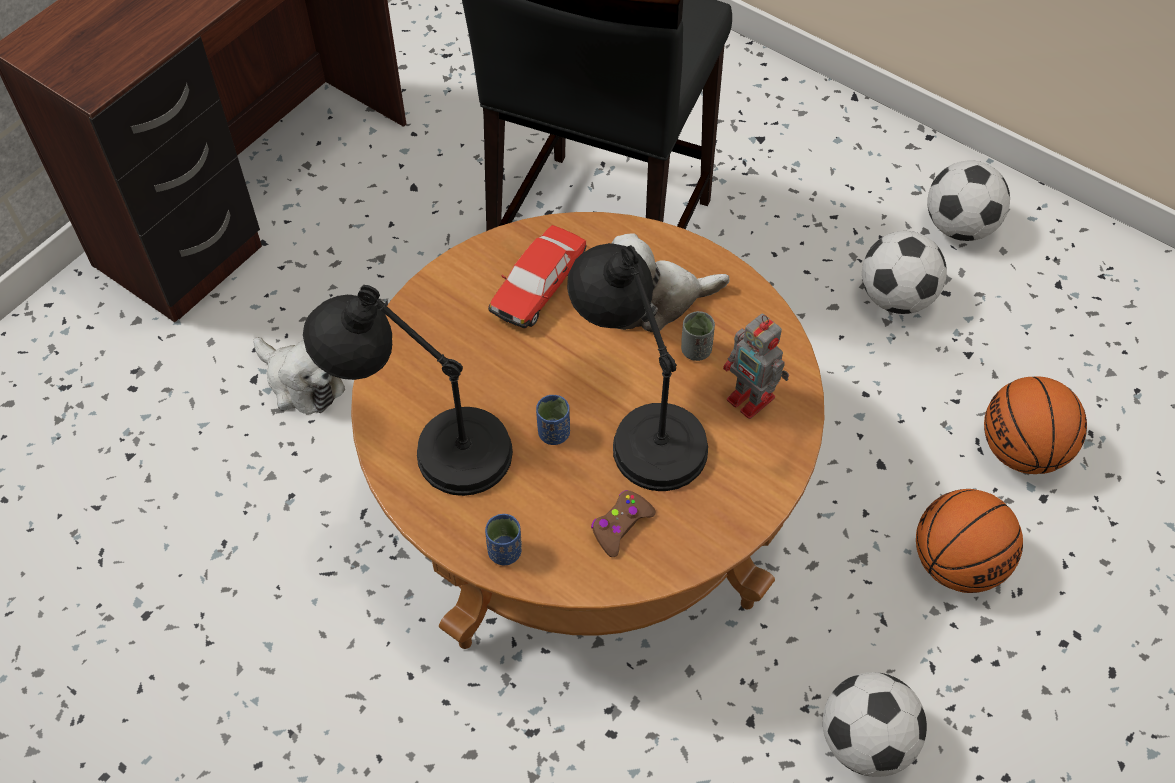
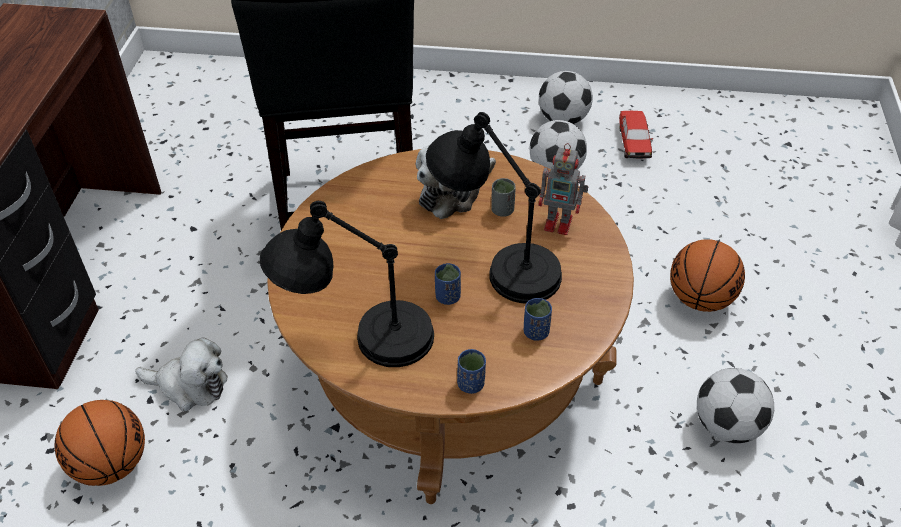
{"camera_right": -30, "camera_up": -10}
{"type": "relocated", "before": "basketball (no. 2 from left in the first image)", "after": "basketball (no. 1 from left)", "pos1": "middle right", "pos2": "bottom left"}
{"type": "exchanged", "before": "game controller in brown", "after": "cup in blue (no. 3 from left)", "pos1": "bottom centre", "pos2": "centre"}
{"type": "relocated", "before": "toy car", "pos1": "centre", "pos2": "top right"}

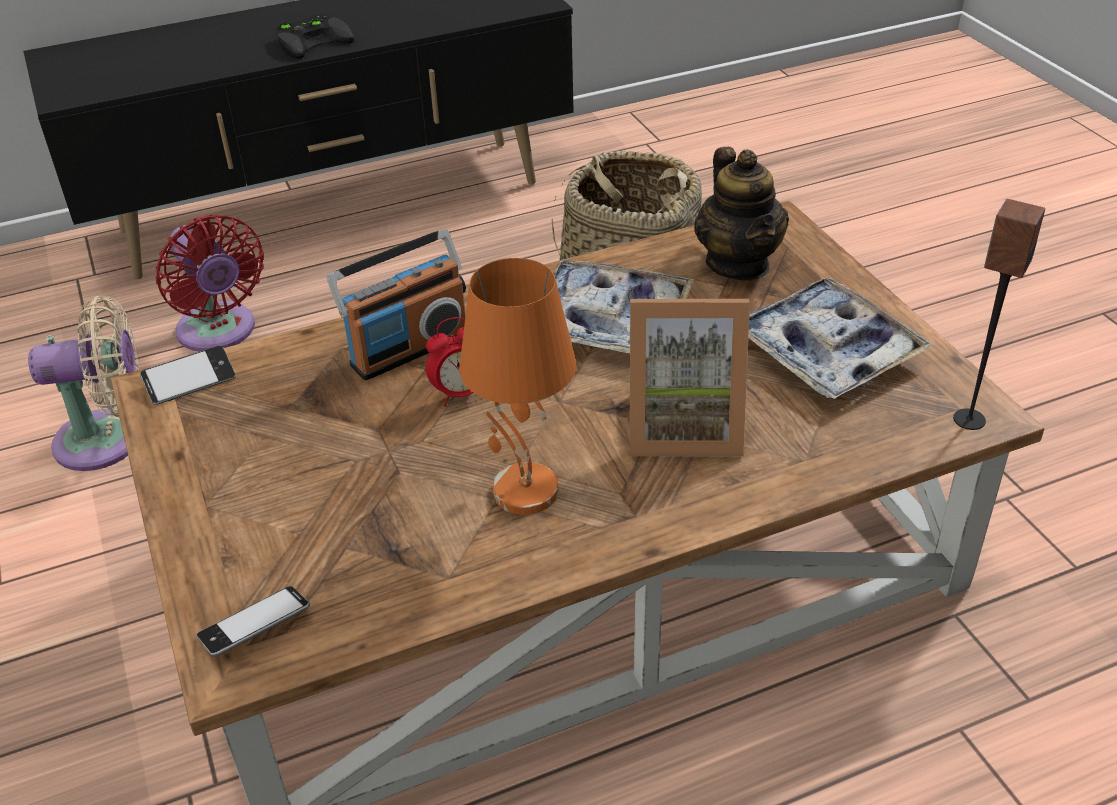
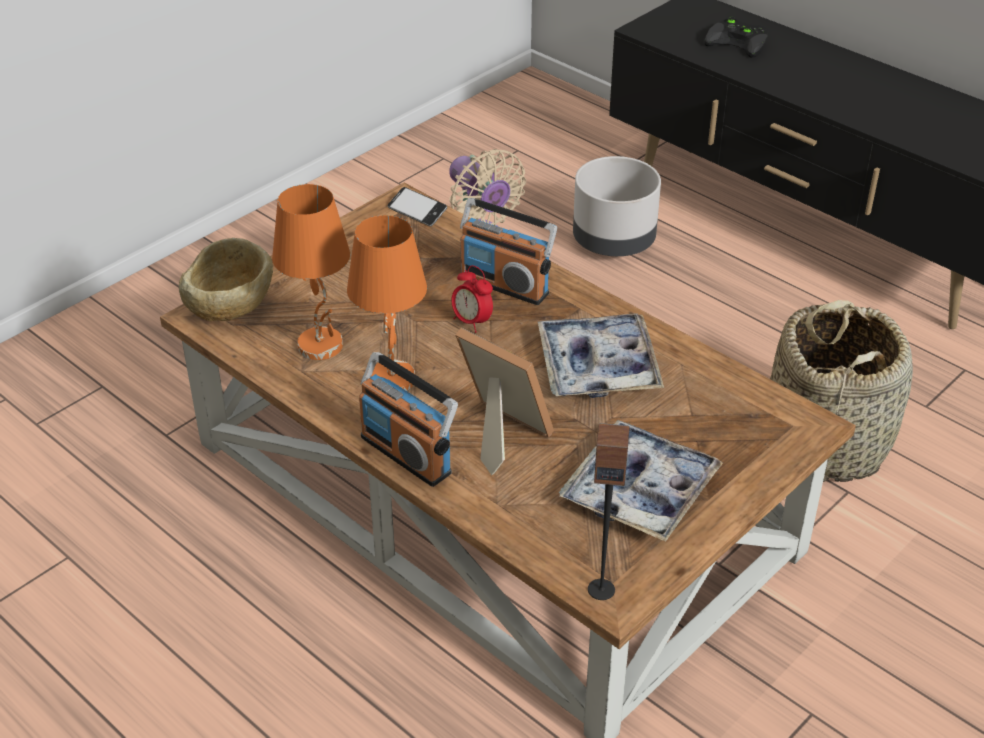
{"camera_right": 65, "camera_up": 0}
{"type": "exchanged", "before": "phone (no. 2 from left)", "after": "bowl in beige", "pos1": "bottom left", "pos2": "middle left"}
{"type": "appeared", "after": "table lamp in orange (no. 1 from left)", "pos2": "middle left"}
{"type": "appeared", "after": "radio (no. 1 from left)", "pos2": "centre"}
{"type": "spun", "before": "picture frame", "pos1": "centre", "pos2": "centre", "turn": 150}
{"type": "exchanged", "before": "fan in red", "after": "planter in grey", "pos1": "middle left", "pos2": "top centre"}
{"type": "relocated", "before": "game controller in black", "pos1": "top left", "pos2": "top right"}
{"type": "missing", "before": "teapot", "pos1": "top centre"}

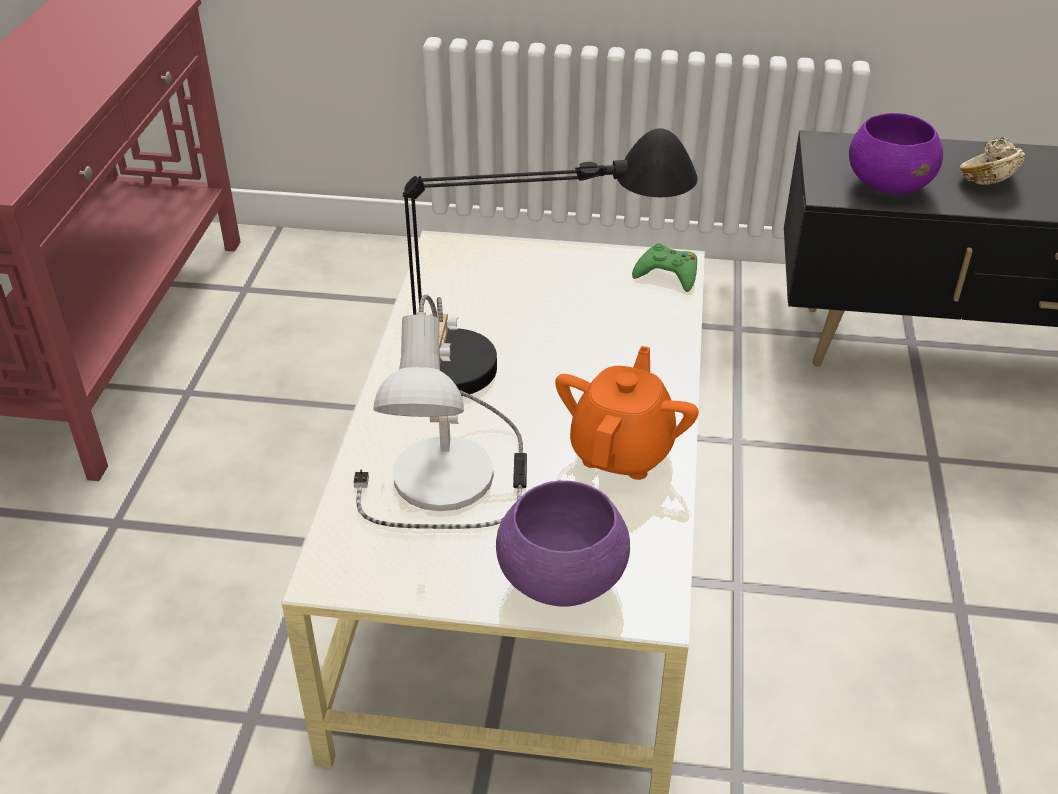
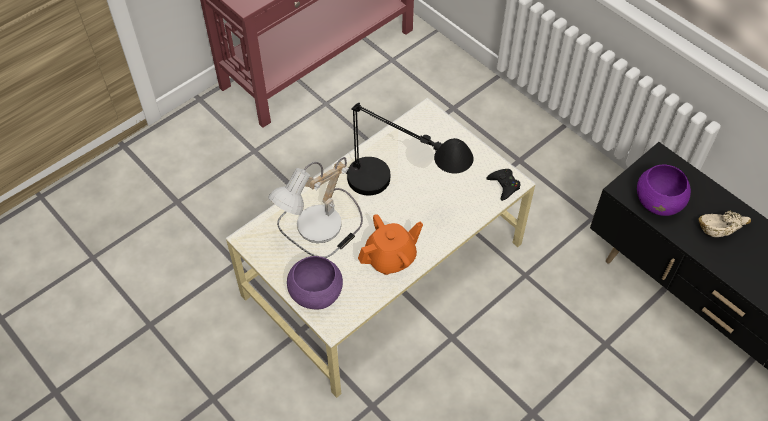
{"camera_right": 40, "camera_up": 15}
{"type": "colour", "before": "game controller in green", "after": "game controller in black", "pos1": "centre", "pos2": "centre"}

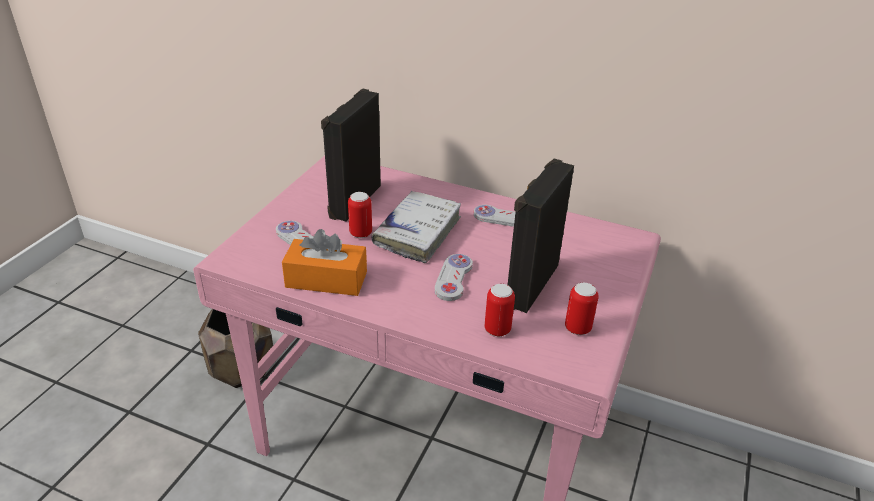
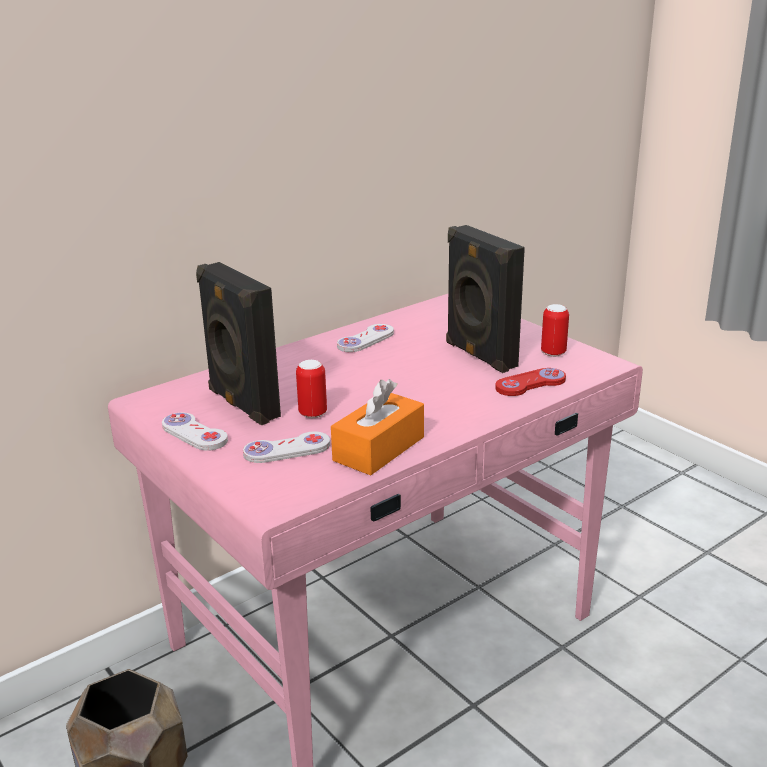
{"camera_right": -60, "camera_up": -10}
{"type": "relocated", "before": "game controller in white (no. 2 from left in the first image)", "after": "game controller in white (no. 1 from left)", "pos1": "centre", "pos2": "middle left"}
{"type": "exchanged", "before": "can (no. 2 from left)", "after": "game controller in red", "pos1": "centre", "pos2": "middle right"}
{"type": "missing", "before": "book in white", "pos1": "centre"}

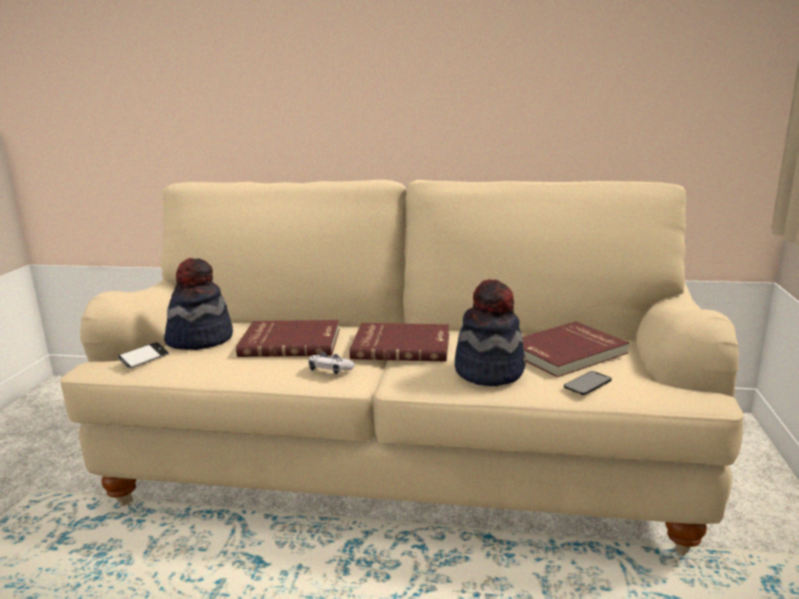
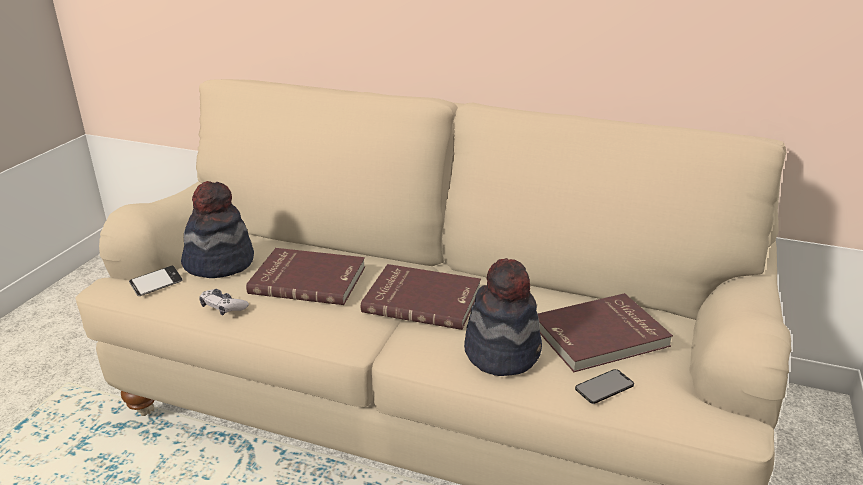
{"camera_right": 10, "camera_up": 10}
{"type": "relocated", "before": "game controller", "pos1": "centre", "pos2": "middle left"}

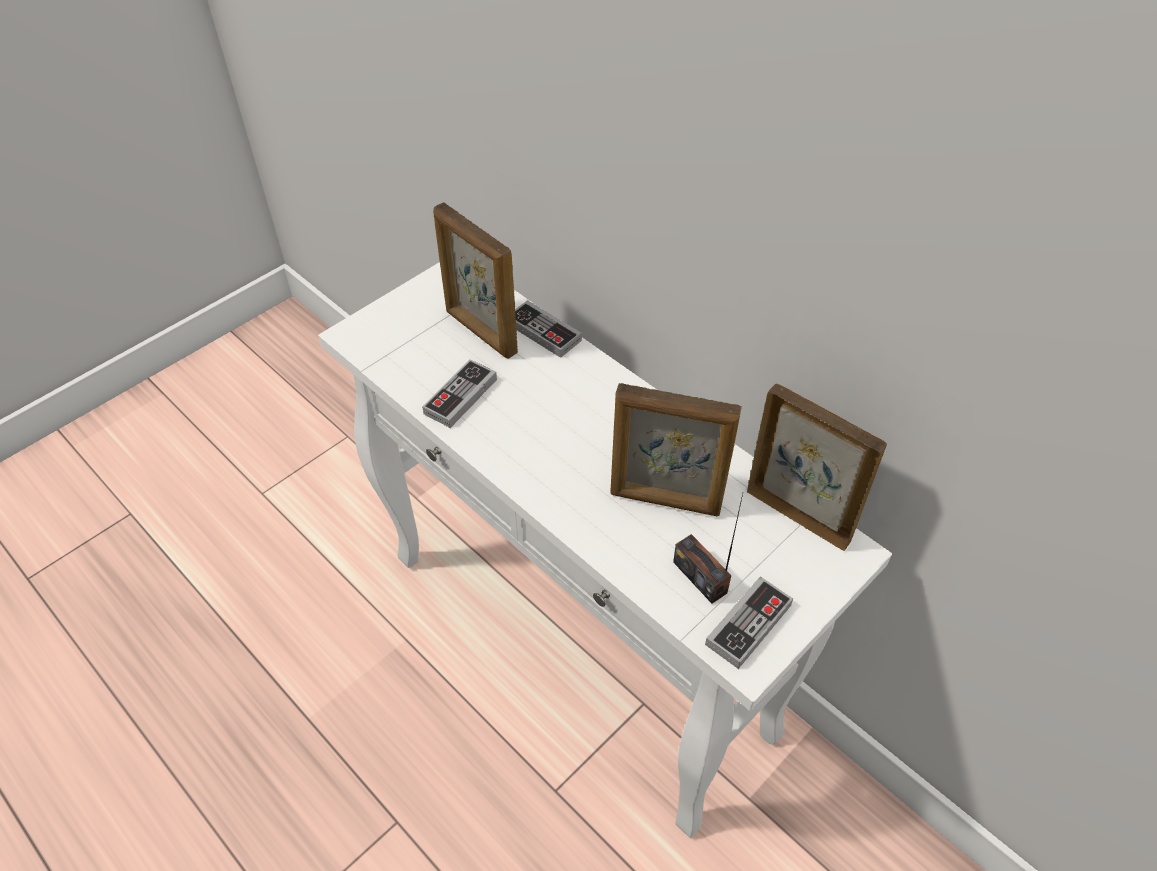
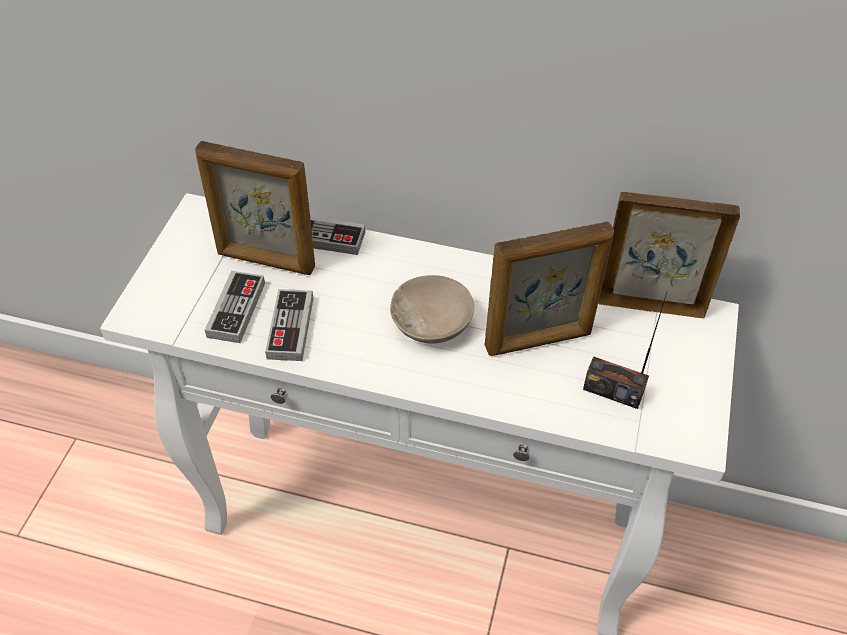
{"camera_right": -30, "camera_up": 0}
{"type": "relocated", "before": "game controller (no. 3 from left in the first image)", "after": "game controller (no. 1 from left)", "pos1": "bottom centre", "pos2": "middle left"}
{"type": "appeared", "after": "bowl in beige", "pos2": "centre"}

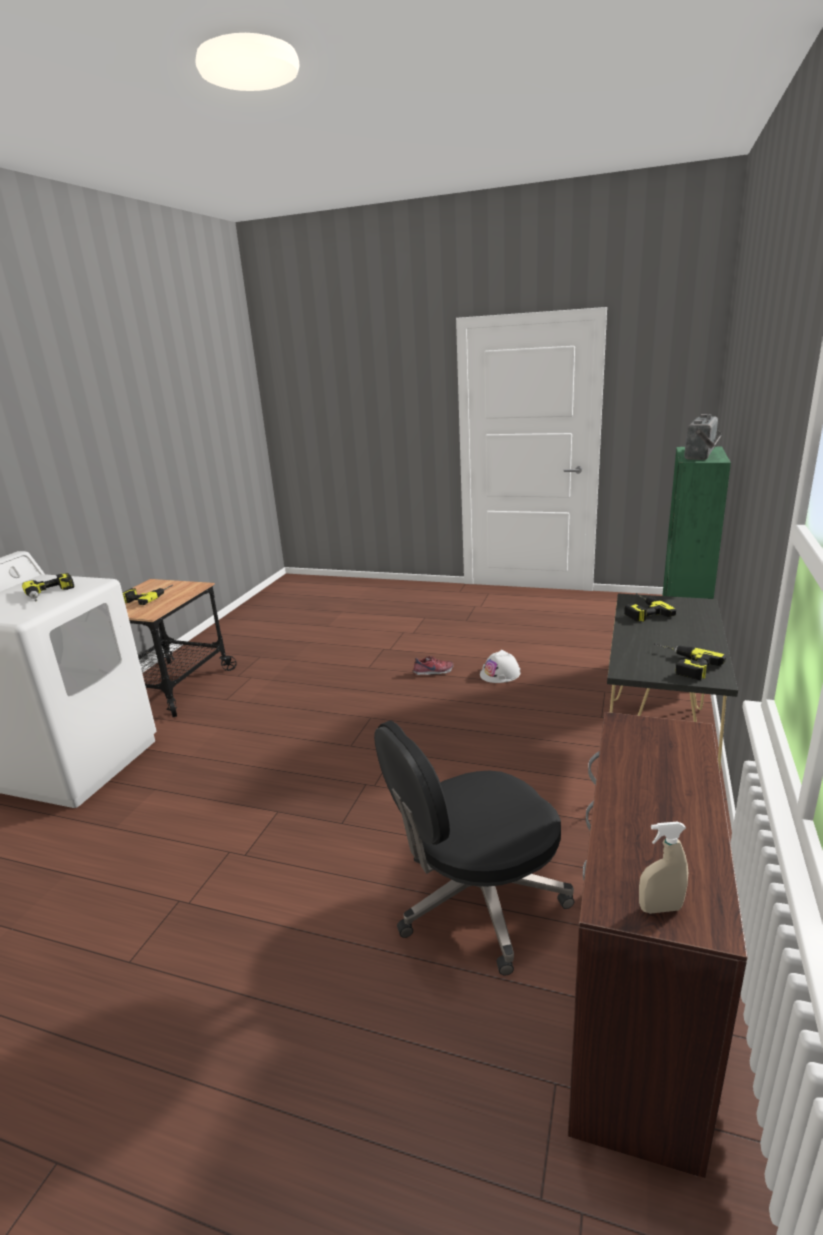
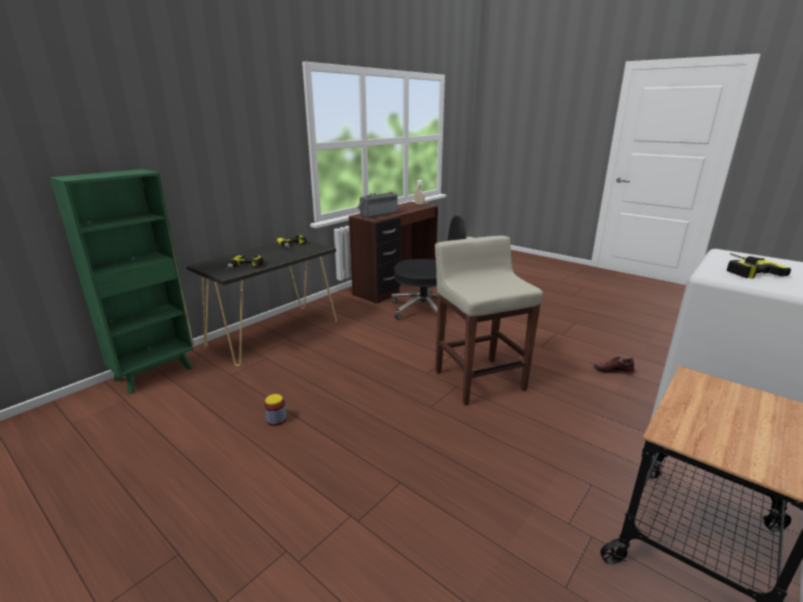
{"camera_right": -160, "camera_up": 0}
{"type": "exchanged", "before": "hard hat in white", "after": "jar", "pos1": "centre", "pos2": "bottom centre"}
{"type": "relocated", "before": "radio", "pos1": "middle right", "pos2": "centre"}
{"type": "appeared", "after": "stool in beige", "pos2": "centre"}
{"type": "relocated", "before": "shoe", "pos1": "centre", "pos2": "middle right"}
{"type": "missing", "before": "power drill (no. 2 from left)", "pos1": "middle left"}

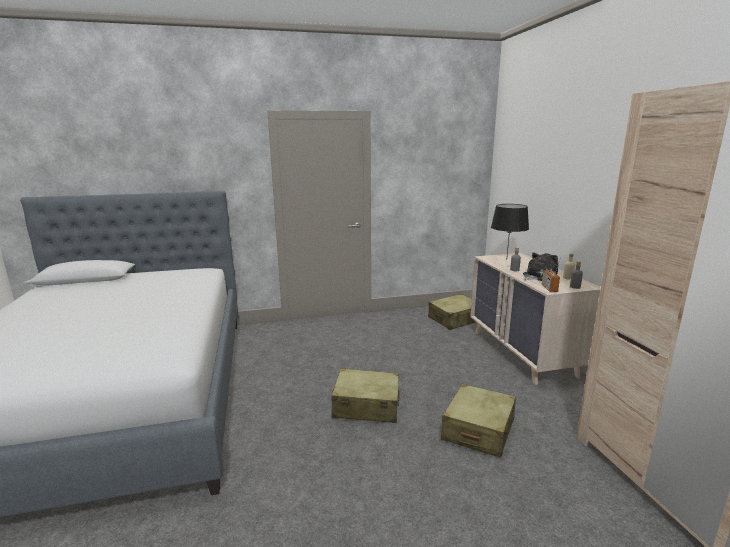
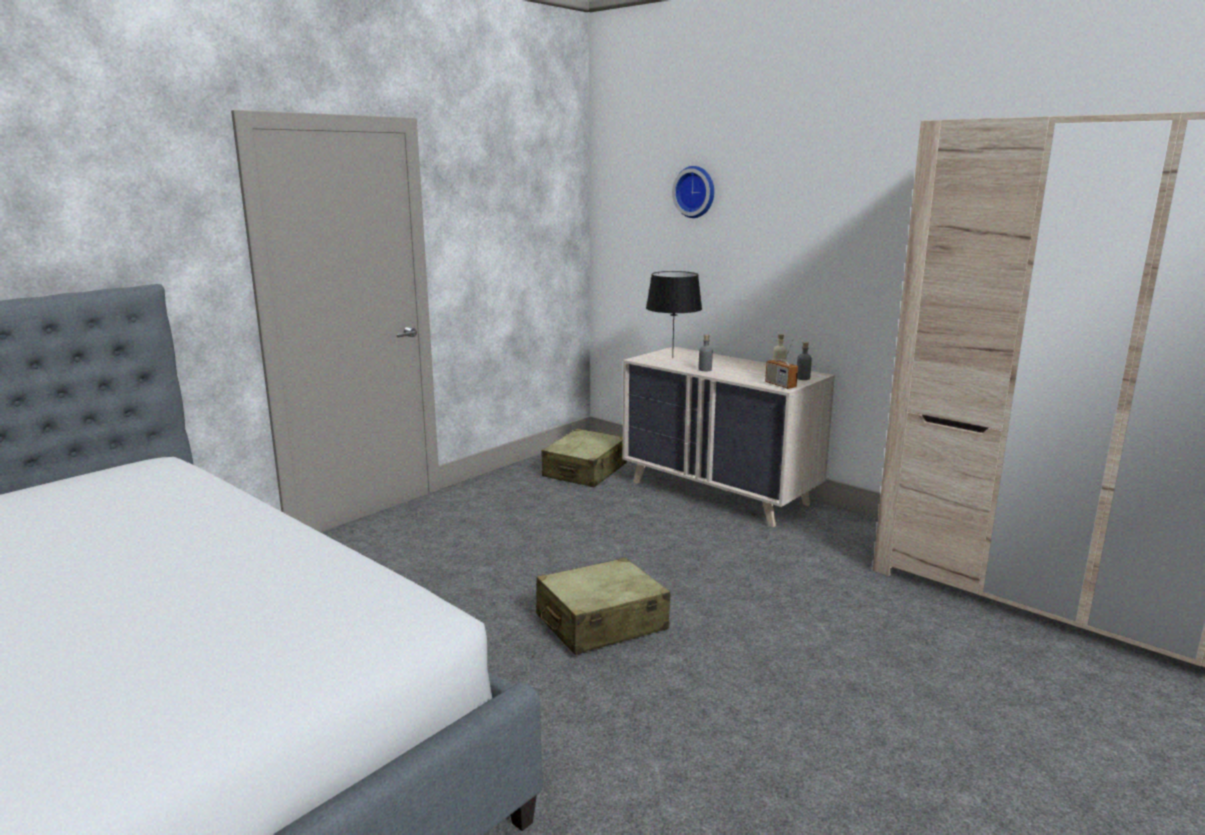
{"camera_right": -35, "camera_up": 0}
{"type": "appeared", "after": "wall clock", "pos2": "top centre"}
{"type": "missing", "before": "suitcase in beige (no. 3 from left)", "pos1": "bottom centre"}
{"type": "missing", "before": "plush toy", "pos1": "middle right"}

